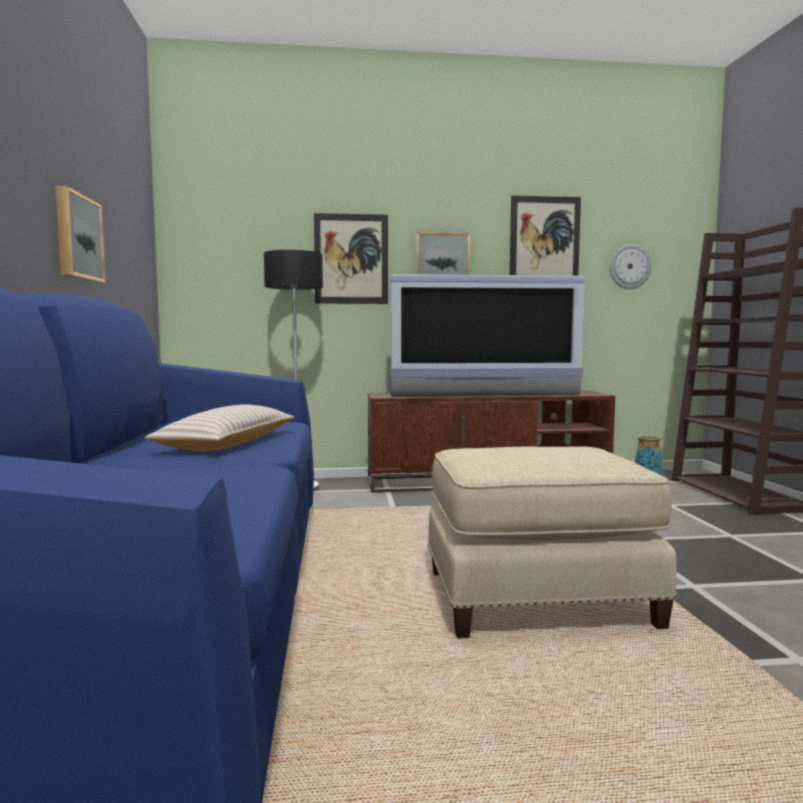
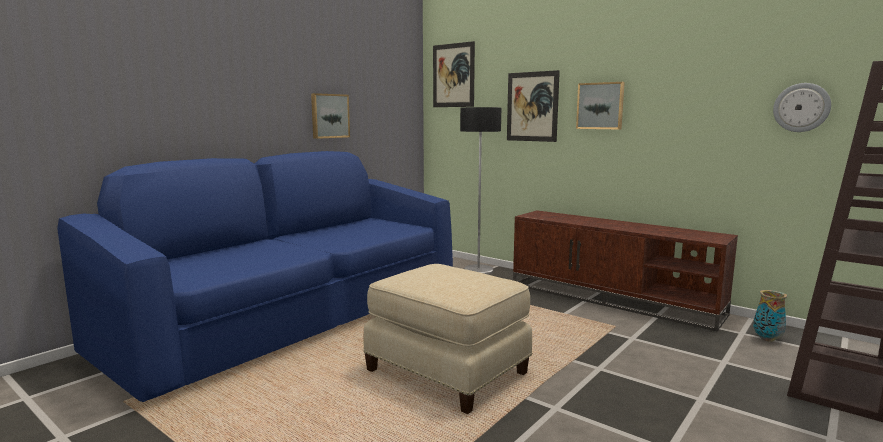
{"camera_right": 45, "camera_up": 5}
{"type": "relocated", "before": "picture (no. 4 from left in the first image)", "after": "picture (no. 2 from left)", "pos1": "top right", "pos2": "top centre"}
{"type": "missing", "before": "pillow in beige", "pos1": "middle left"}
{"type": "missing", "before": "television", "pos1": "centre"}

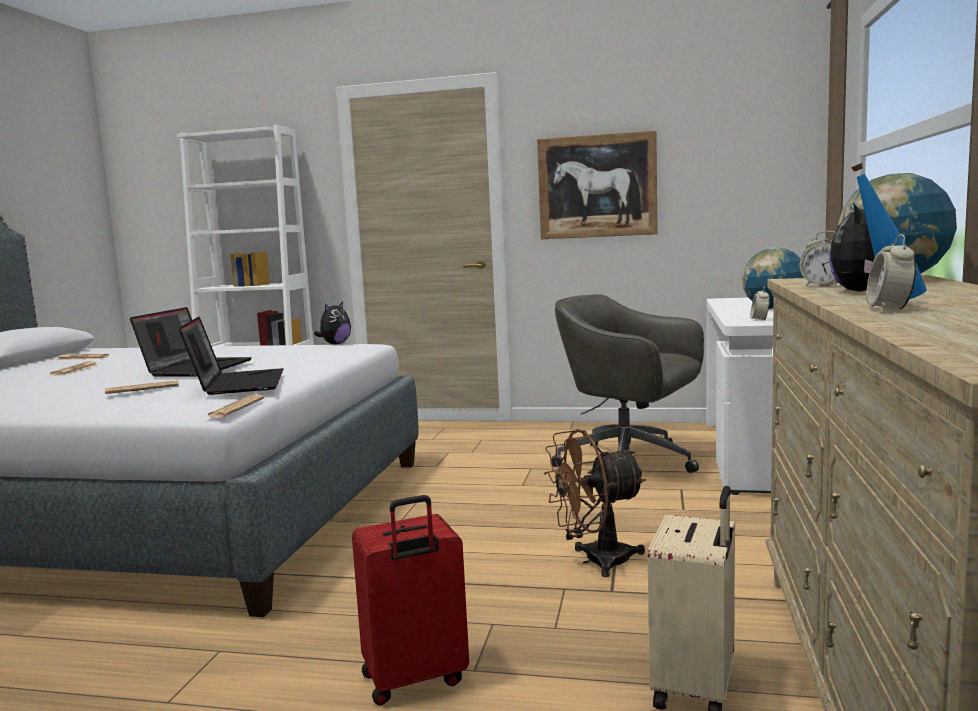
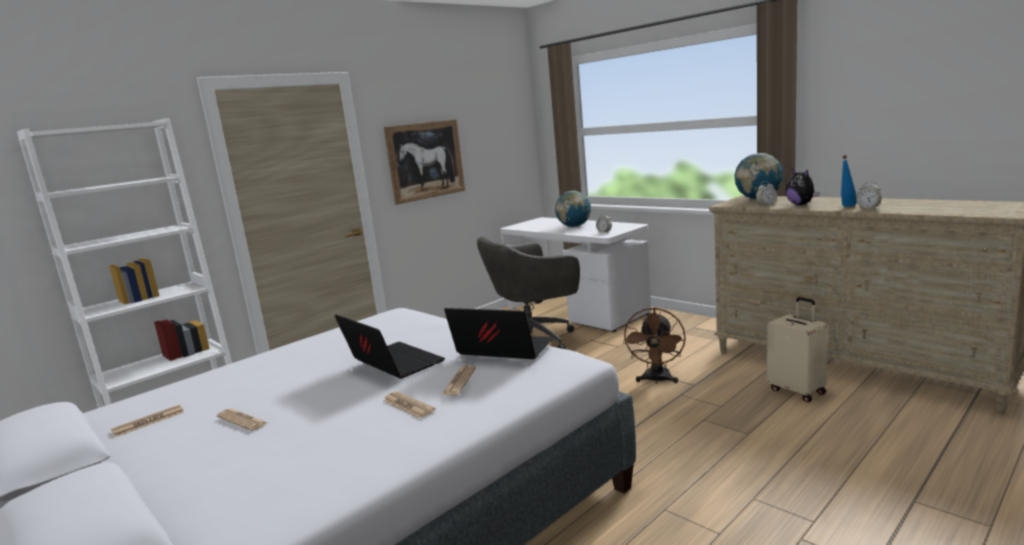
{"camera_right": -55, "camera_up": 5}
{"type": "relocated", "before": "newspaper (no. 4 from left in the first image)", "after": "newspaper (no. 3 from left)", "pos1": "middle left", "pos2": "bottom centre"}
{"type": "missing", "before": "plush toy (no. 1 from left)", "pos1": "centre"}
{"type": "missing", "before": "suitcase in red", "pos1": "bottom centre"}

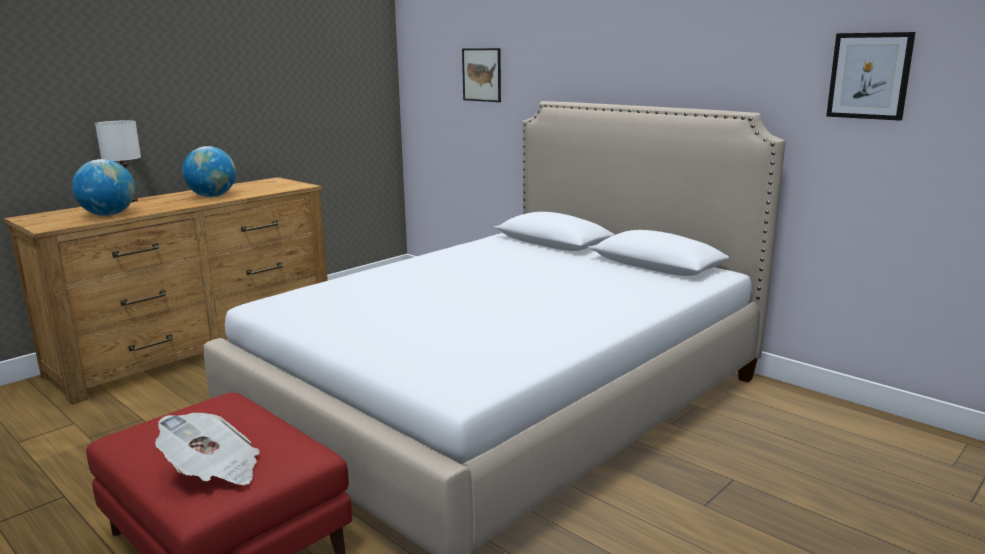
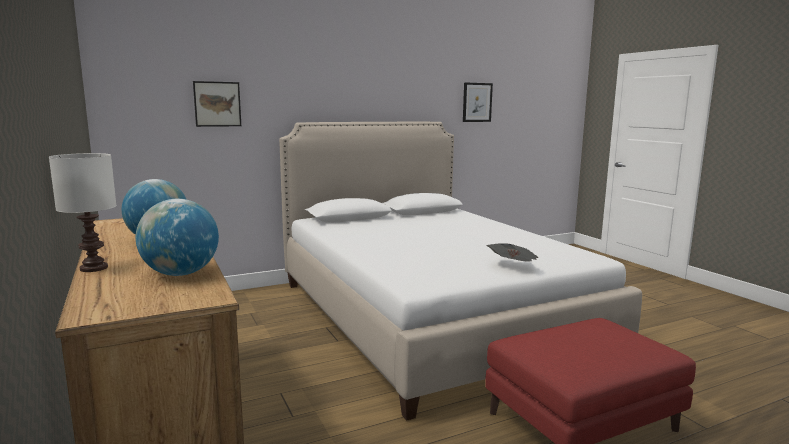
{"camera_right": -70, "camera_up": -5}
{"type": "relocated", "before": "newspaper", "pos1": "bottom left", "pos2": "centre"}

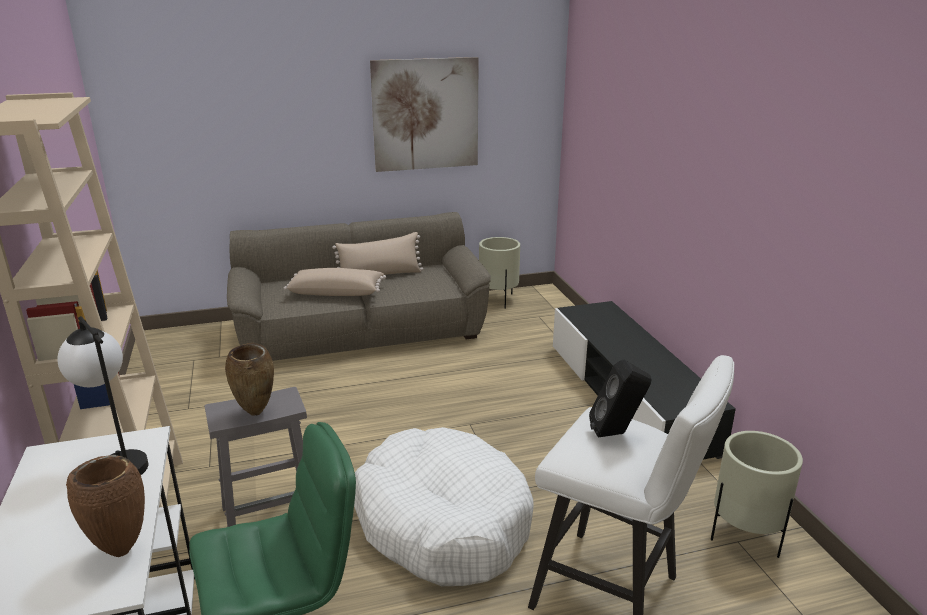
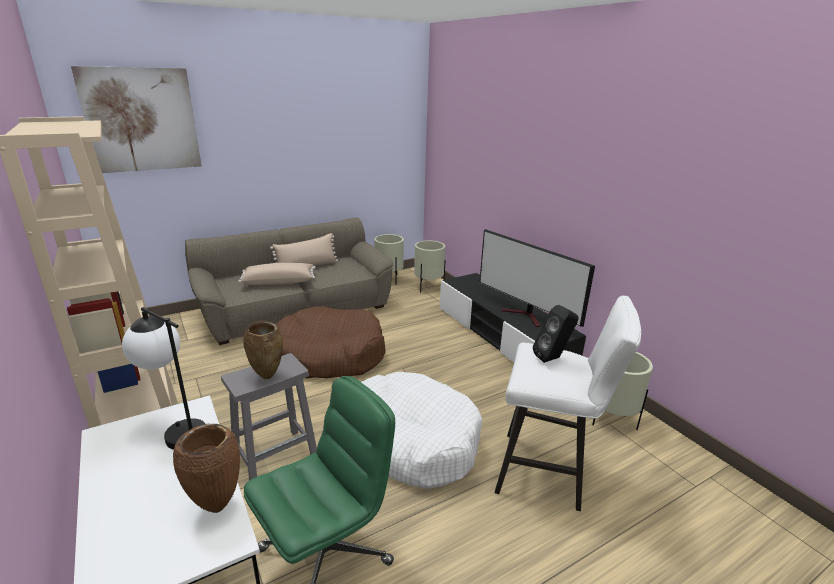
{"camera_right": -15, "camera_up": 0}
{"type": "relocated", "before": "picture", "pos1": "top centre", "pos2": "top left"}
{"type": "appeared", "after": "dog bed in brown", "pos2": "centre"}
{"type": "appeared", "after": "planter in beige (no. 2 from left)", "pos2": "centre"}
{"type": "appeared", "after": "television", "pos2": "centre"}

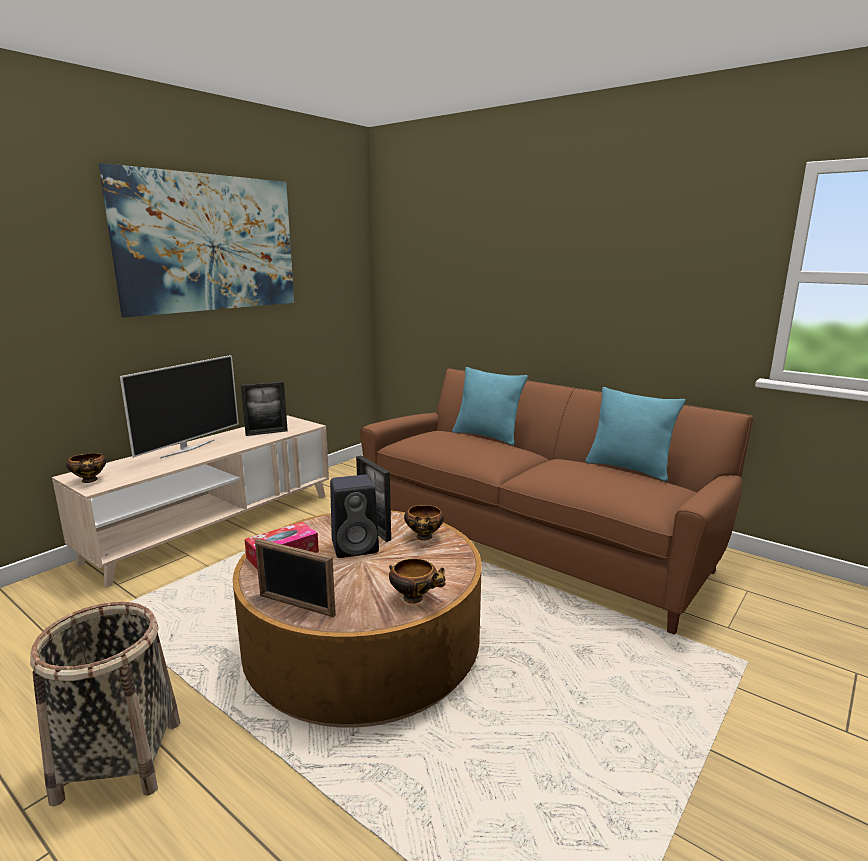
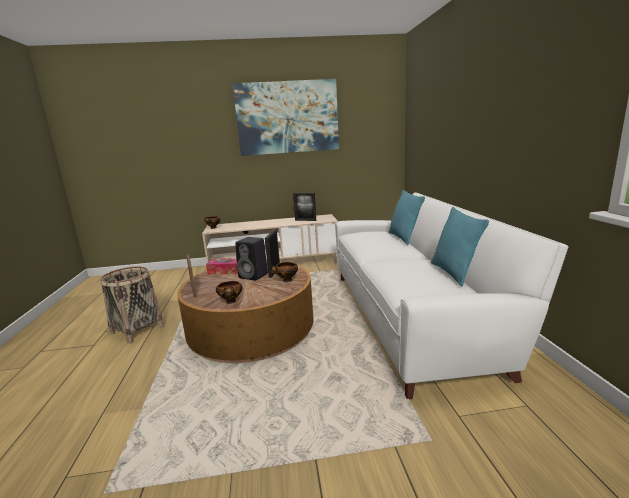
{"camera_right": 45, "camera_up": 0}
{"type": "colour", "before": "sofa in brown", "after": "sofa in white", "pos1": "centre", "pos2": "middle right"}
{"type": "missing", "before": "television", "pos1": "middle left"}

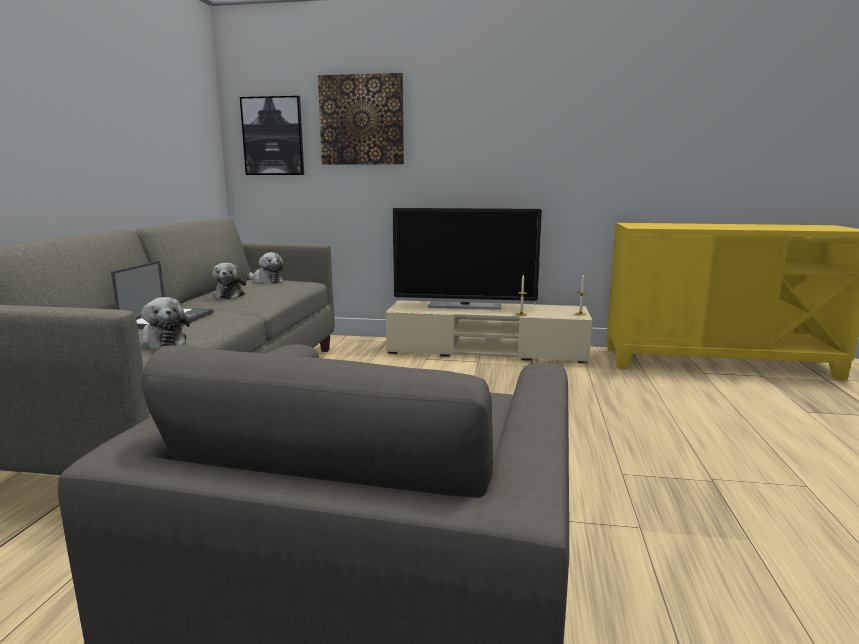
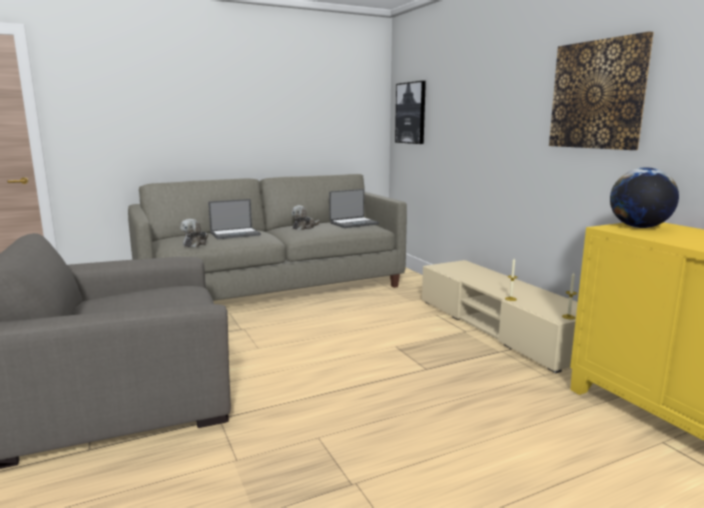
{"camera_right": 55, "camera_up": 0}
{"type": "exchanged", "before": "plush toy (no. 3 from left)", "after": "laptop (no. 2 from left)", "pos1": "middle left", "pos2": "centre"}
{"type": "relocated", "before": "picture (no. 2 from left)", "pos1": "top centre", "pos2": "top right"}
{"type": "appeared", "after": "globe", "pos2": "middle right"}
{"type": "missing", "before": "television", "pos1": "centre"}

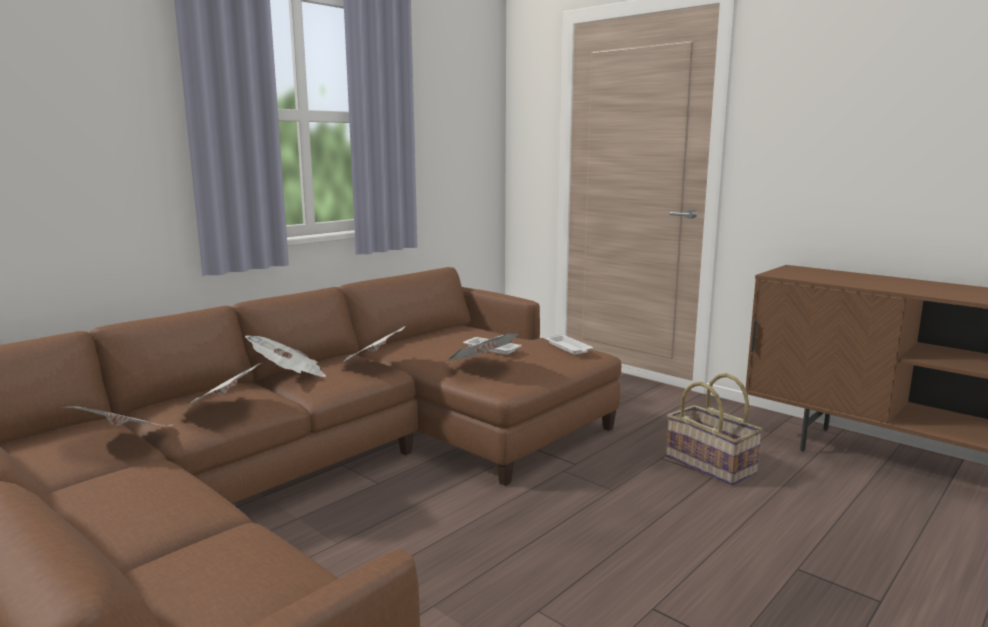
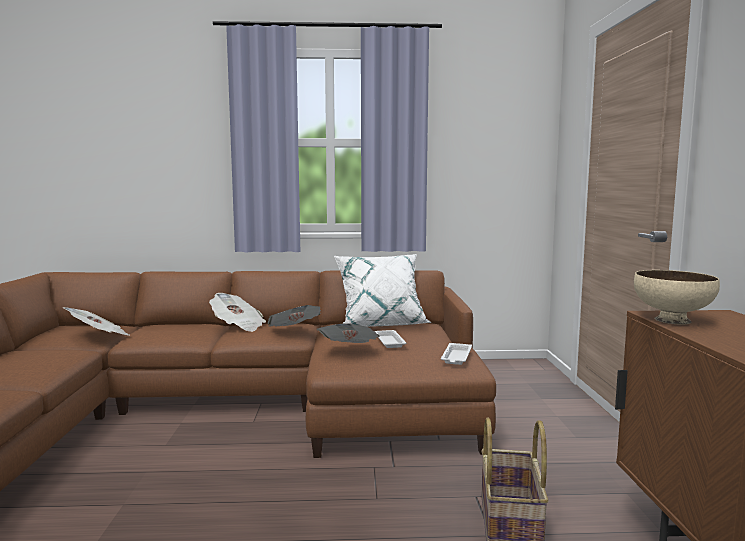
{"camera_right": 45, "camera_up": -5}
{"type": "appeared", "after": "pillow in white", "pos2": "centre"}
{"type": "appeared", "after": "bowl in beige", "pos2": "middle right"}
{"type": "missing", "before": "newspaper (no. 2 from left)", "pos1": "middle left"}

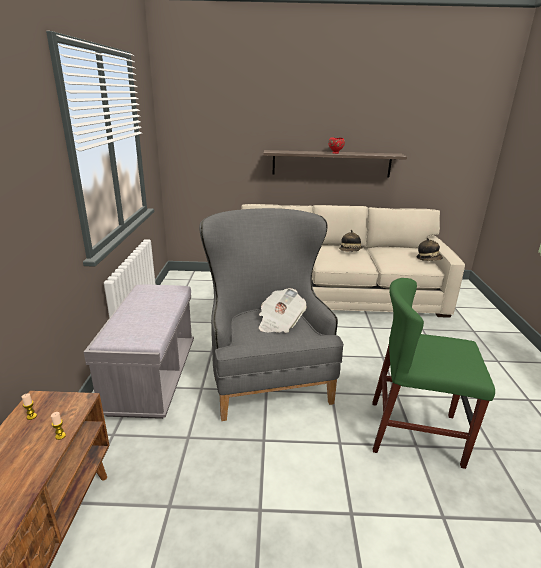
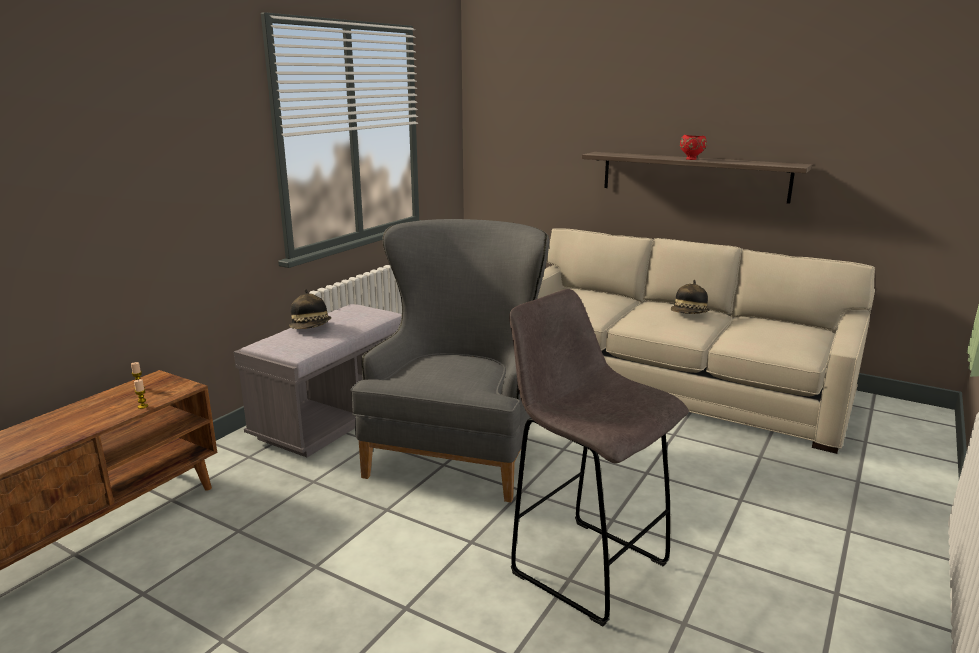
{"camera_right": 30, "camera_up": -5}
{"type": "relocated", "before": "hat (no. 2 from left in the first image)", "after": "hat (no. 1 from left)", "pos1": "middle right", "pos2": "middle left"}
{"type": "exchanged", "before": "chair in green", "after": "stool in grey", "pos1": "middle right", "pos2": "bottom centre"}
{"type": "missing", "before": "newspaper", "pos1": "centre"}

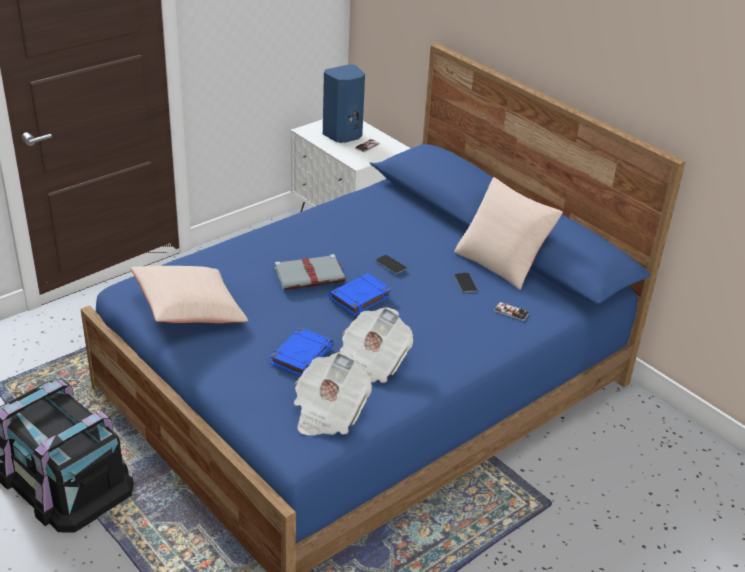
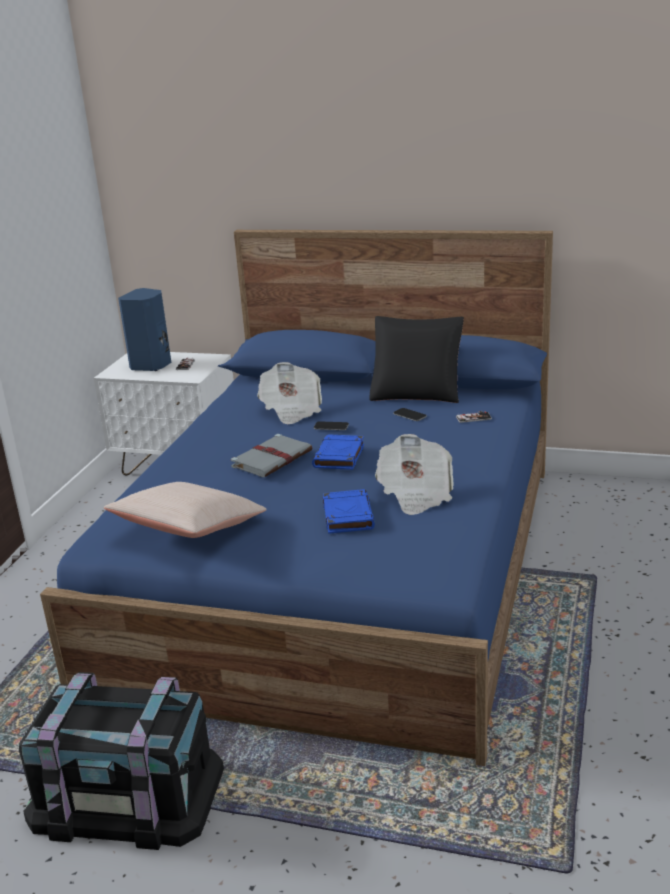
{"camera_right": -30, "camera_up": -10}
{"type": "relocated", "before": "newspaper (no. 1 from left)", "pos1": "bottom centre", "pos2": "centre"}
{"type": "colour", "before": "pillow in beige (no. 2 from left)", "after": "pillow in black", "pos1": "middle right", "pos2": "centre"}

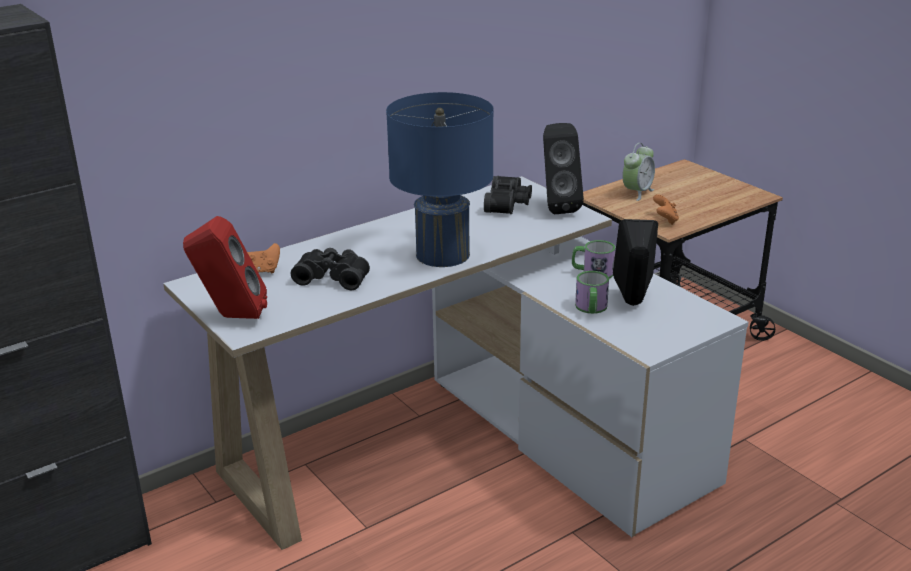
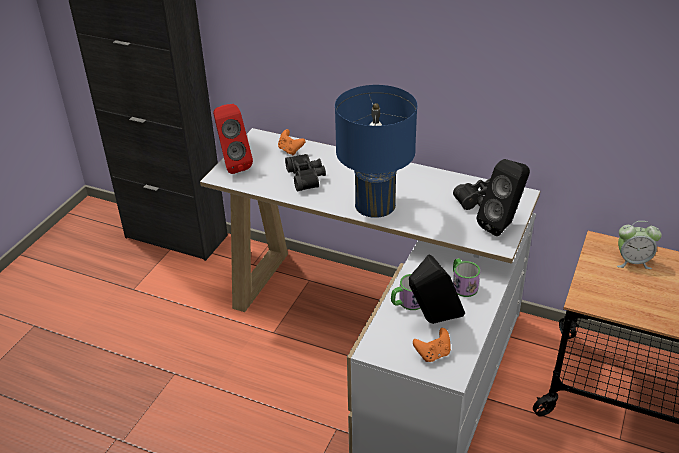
{"camera_right": 60, "camera_up": 10}
{"type": "relocated", "before": "game controller in orange (no. 2 from left)", "pos1": "middle right", "pos2": "bottom centre"}

